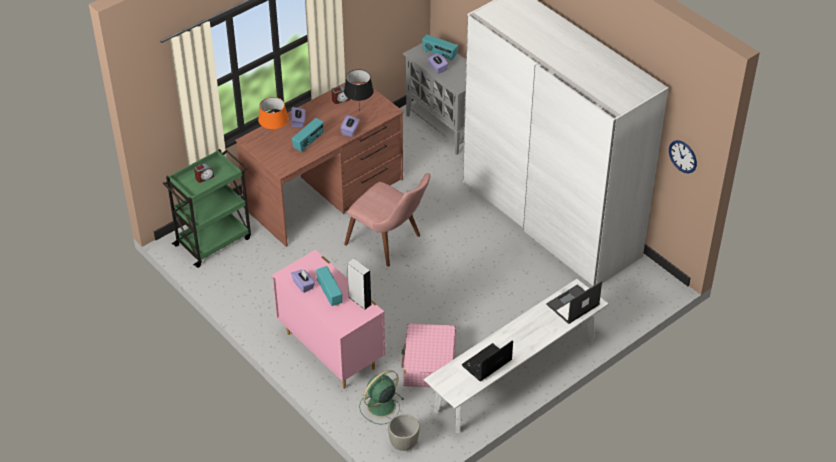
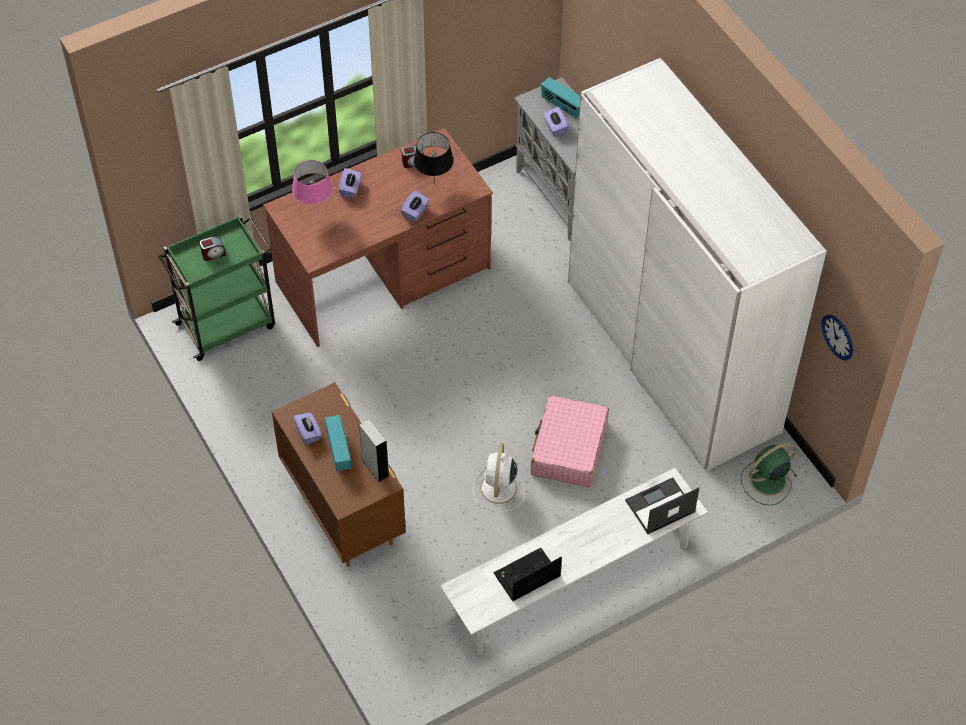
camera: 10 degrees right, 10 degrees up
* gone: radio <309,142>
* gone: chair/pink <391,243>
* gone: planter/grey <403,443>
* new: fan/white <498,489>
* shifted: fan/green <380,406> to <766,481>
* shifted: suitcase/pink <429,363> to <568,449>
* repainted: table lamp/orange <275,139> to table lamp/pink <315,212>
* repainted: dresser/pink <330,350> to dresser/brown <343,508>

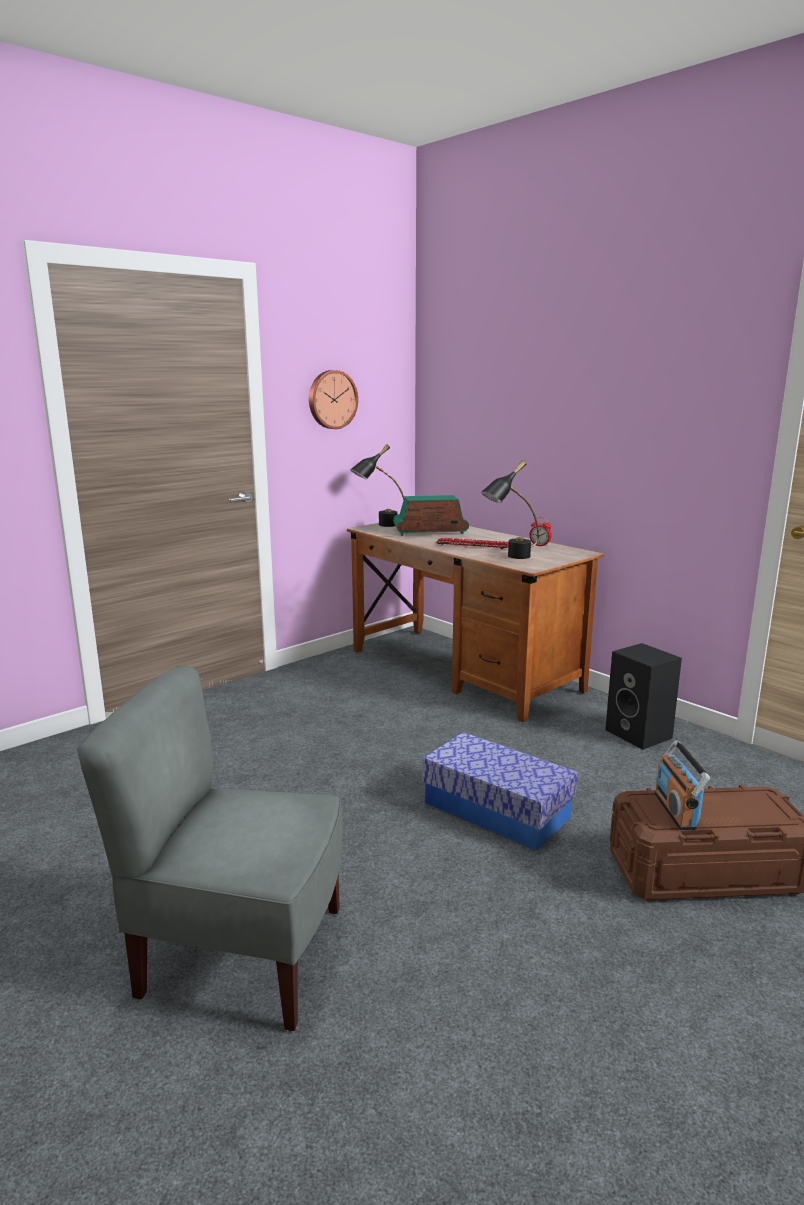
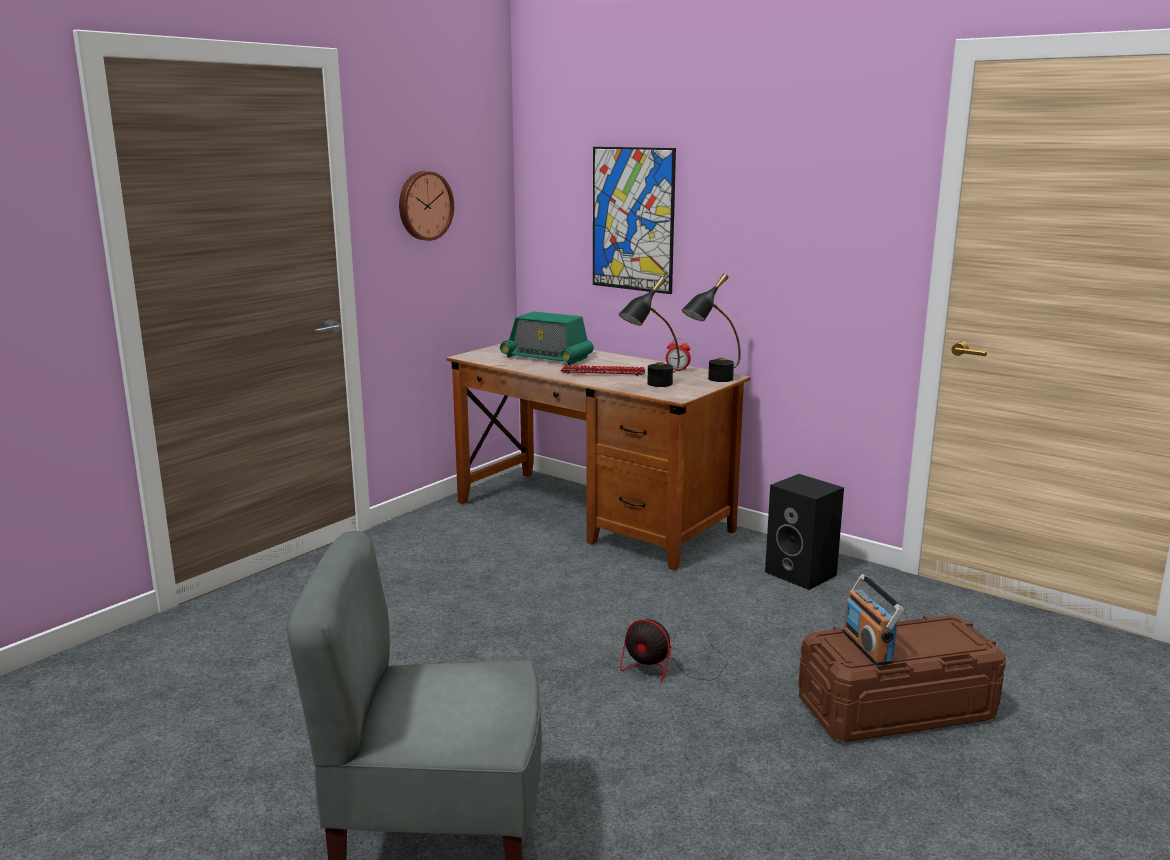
camera: 10 degrees left, 0 degrees up
* new: picture <633,219>
* shifted: table lamp/black <379,525> to <712,381>
* swapped: storage box <496,810> to fan <670,667>
* rotated: radio <430,531> = <547,357> 135 degrees counterclockwise

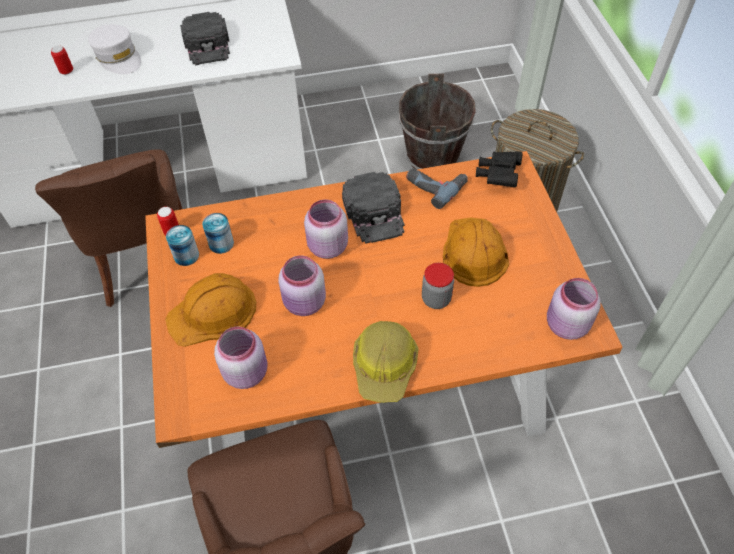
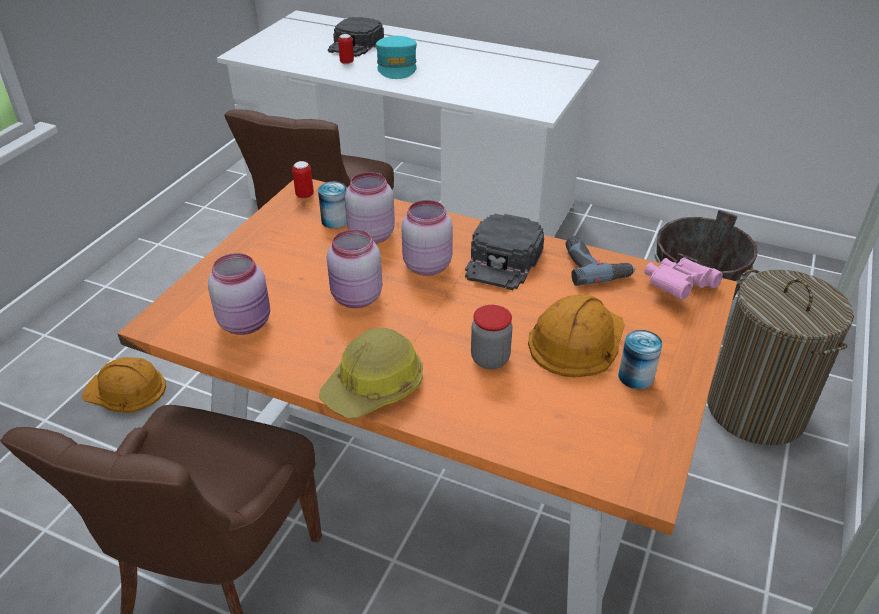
camera: 35 degrees right, 15 degrees down
* shifted: hard hat/orange <213,313> to <126,389>
* shifted: can <186,255> to <636,376>
* shifted: cap/black <208,44> to <356,44>
* shifted: jar/pink <565,325> to <370,235>
* repainted: cap/white <118,57> to cap/turquoise <397,66>
* repainted: binoculars/black <498,175> to binoculars/pink <677,288>

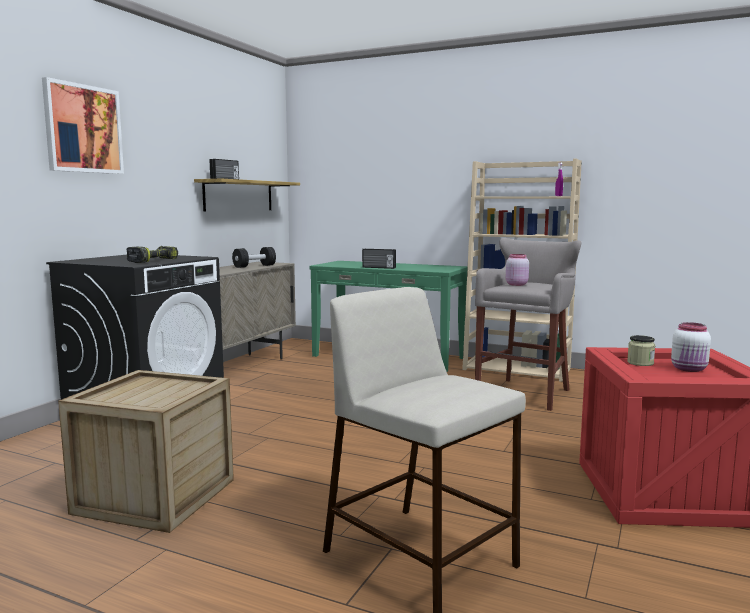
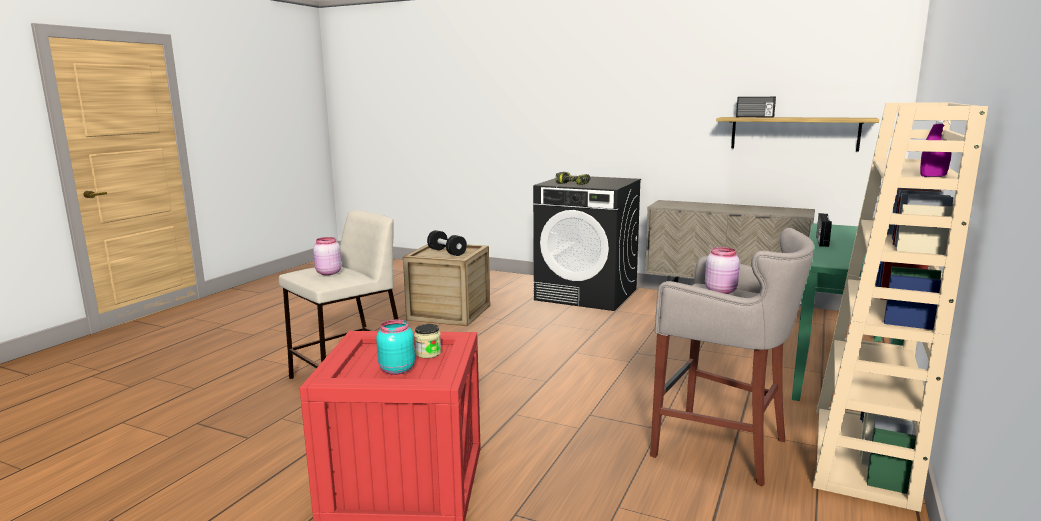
camera: 90 degrees right, 5 degrees up
* gone: picture <83,129>
* new: jar/pink <328,273>
* shifted: dumbbell/black <254,266> to <447,252>
* repainted: jar/white <689,369> to jar/turquoise <396,370>

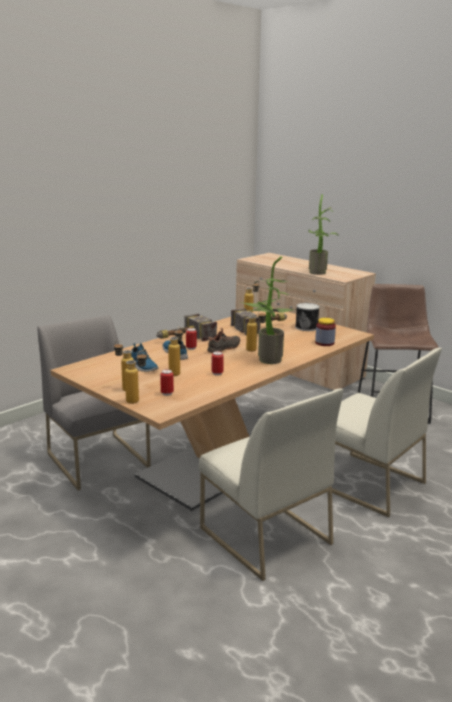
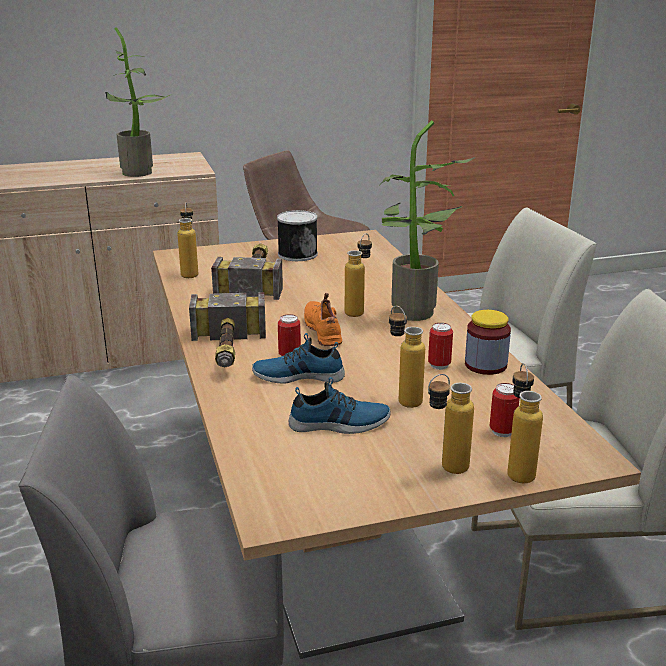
camera: 60 degrees left, 5 degrees up
* shifted: jar <324,343> to <485,365>
* repainted: shoe/black <224,348> to shoe/orange <324,330>

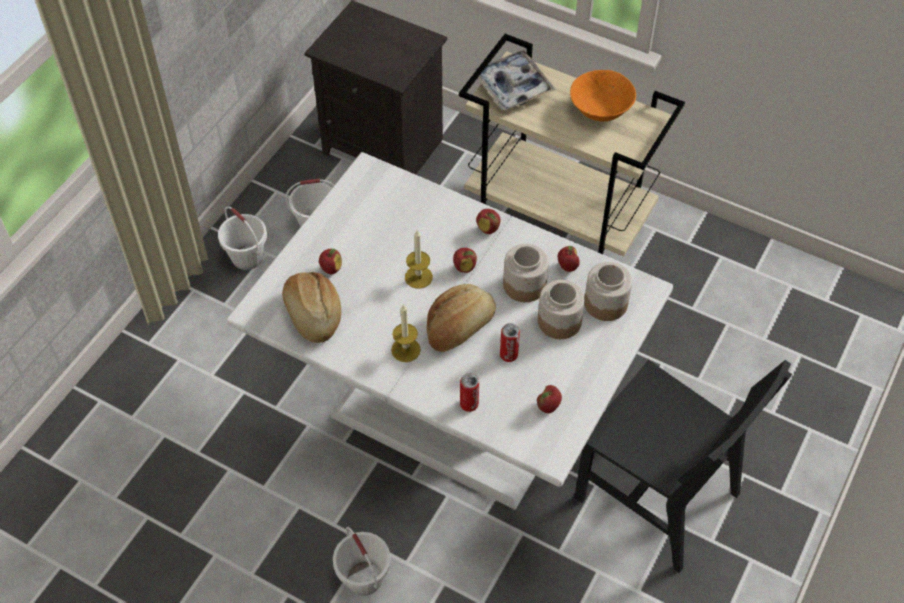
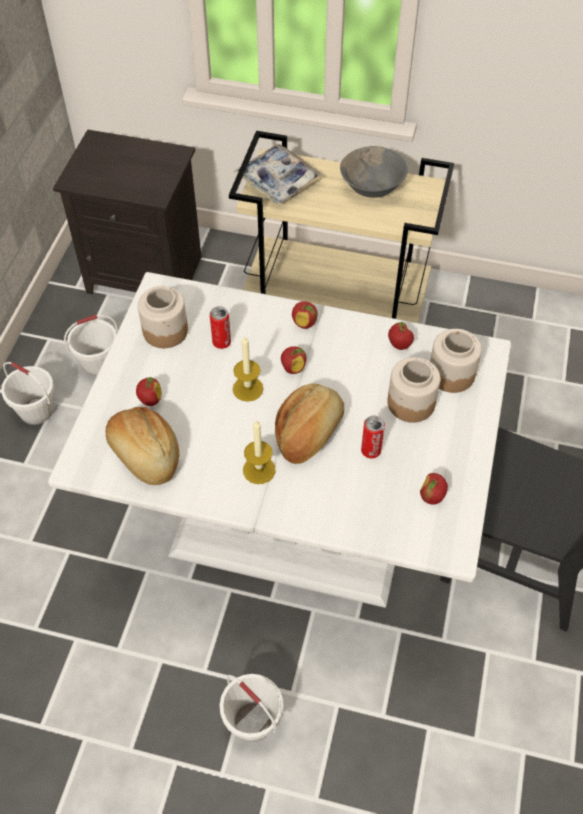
camera: 15 degrees left, 0 degrees up
* shifted: can <469,404> to <221,342>
* shifted: jar <525,285> to <166,331>
* repainted: bowl/orange <601,109> to bowl/grey <373,186>

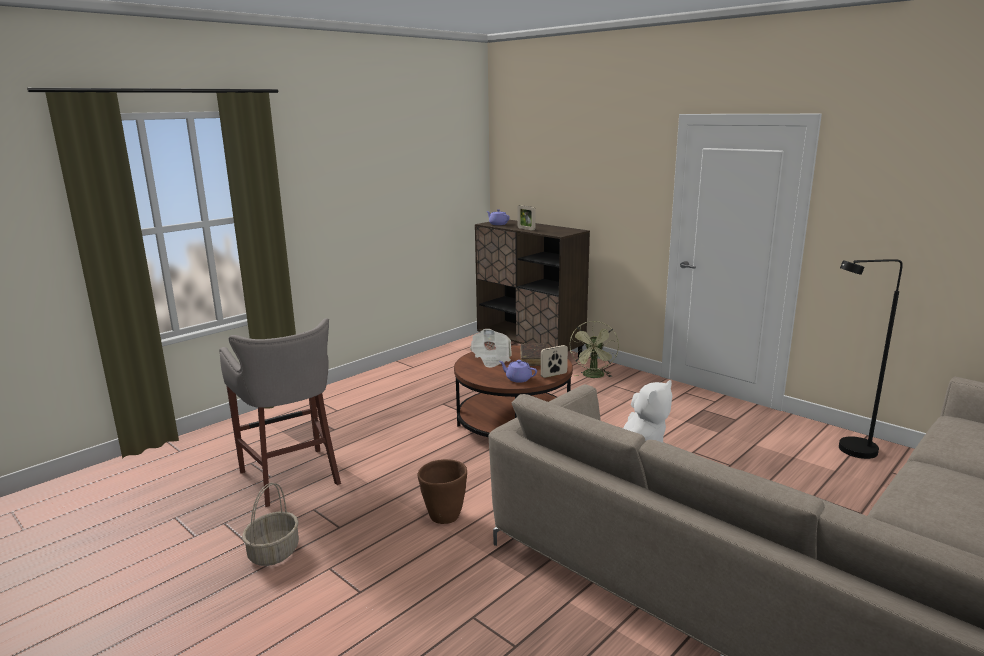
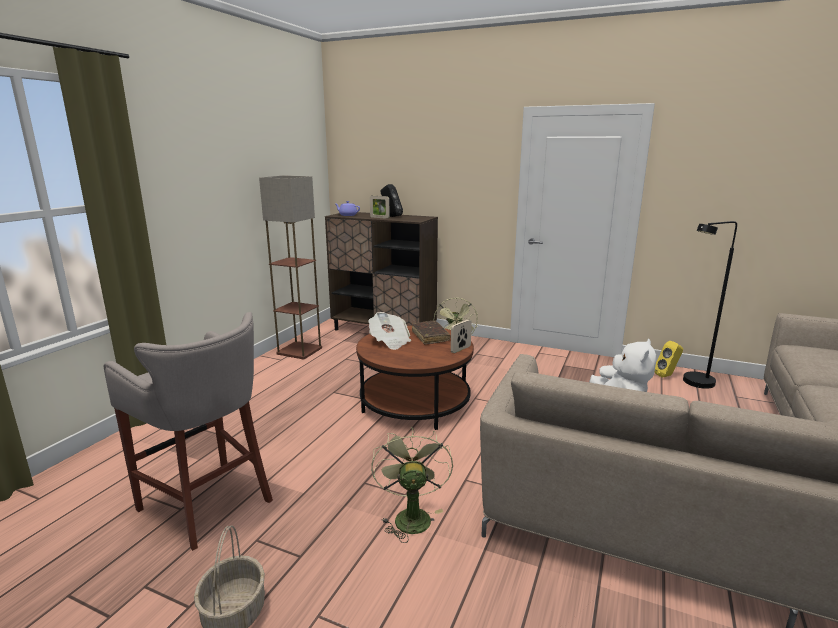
camera: 20 degrees left, 0 degrees up
* gone: teapot/purple <518,379>
* new: floor lamp <300,350>
* new: speaker/black <391,216>
* new: speaker/yellow <667,376>
* swapped: planter/brown <444,516> to fan/green <410,515>

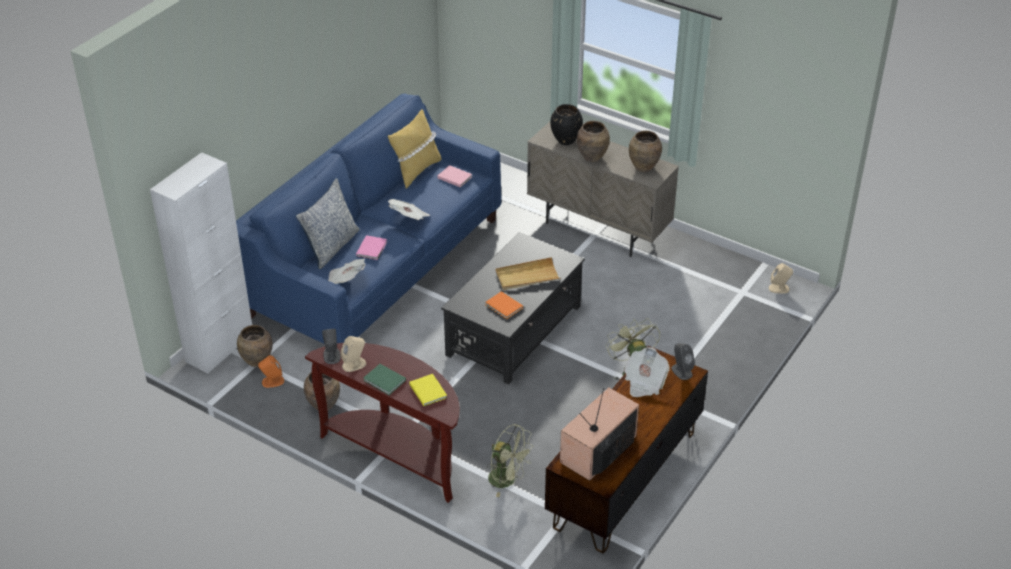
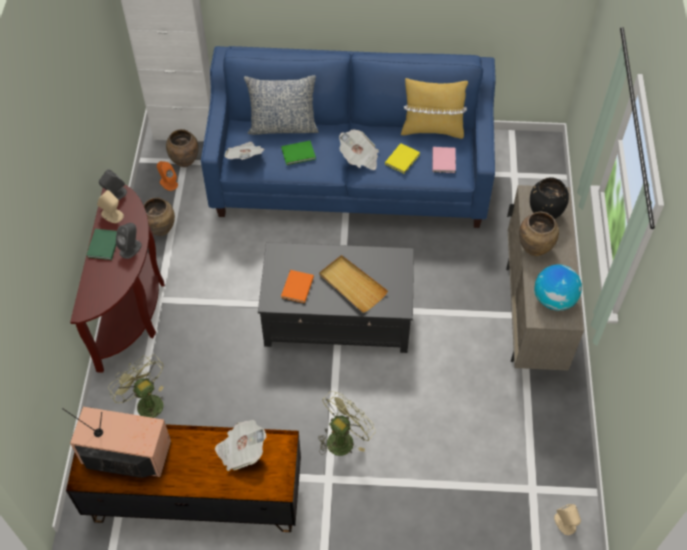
camera: 60 degrees right, 15 degrees up
* shifted: book/yellow <428,390> to <403,159>
* shifted: speaker/grey <681,371> to <130,248>
* swapped: vase/brown <643,167> to globe <554,299>
* repainted: book/pink <372,248> to book/green <299,154>
* rotated: fan/green <507,480> = <145,403> 135 degrees clockwise

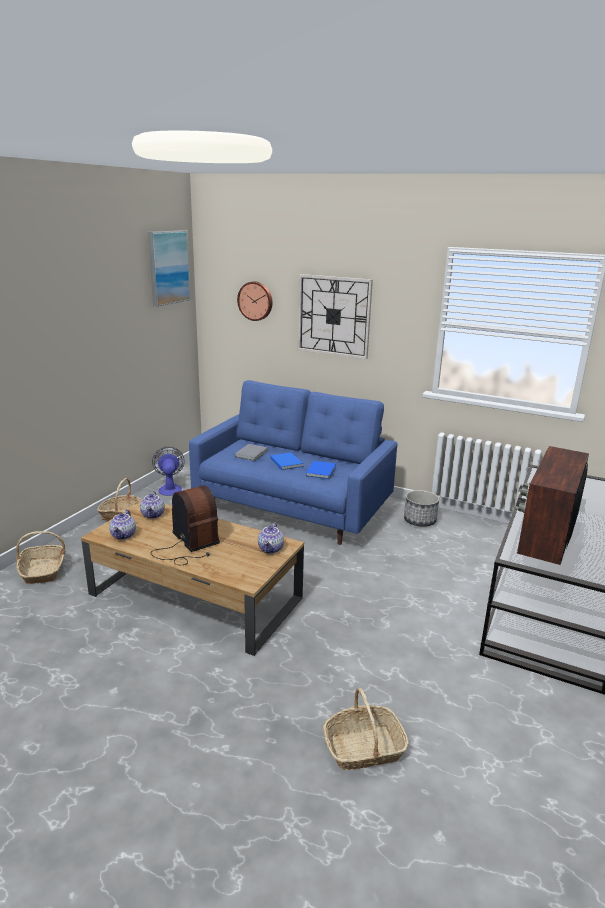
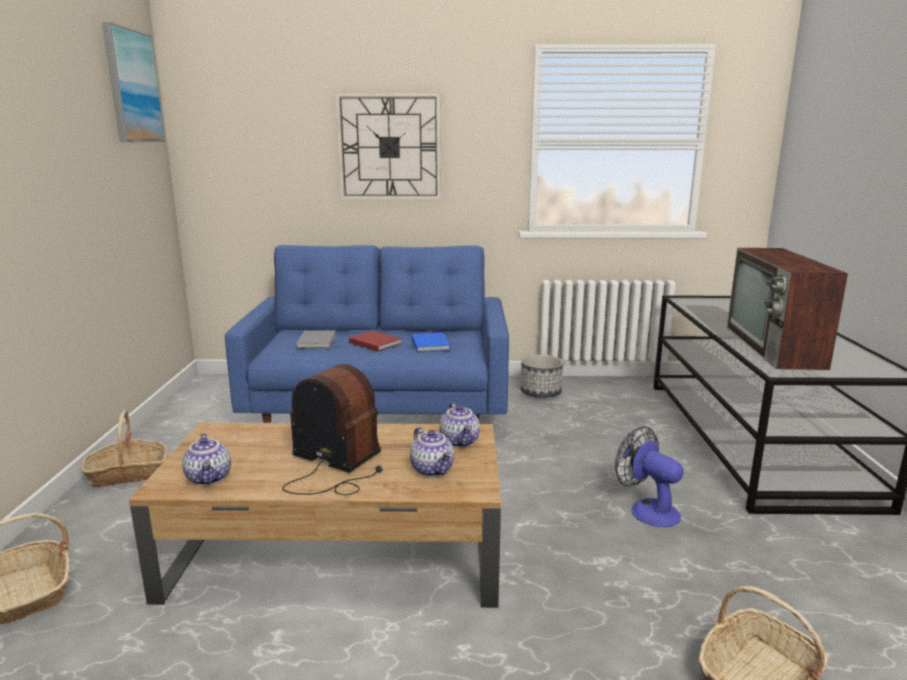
camera: 25 degrees left, 5 degrees down
* gone: wall clock <255,301>
* shifted: teapot <153,515> to <433,469>
* shifted: fan <170,488> to <647,509>
* repainted: book/blue <286,462> to book/red <375,342>

